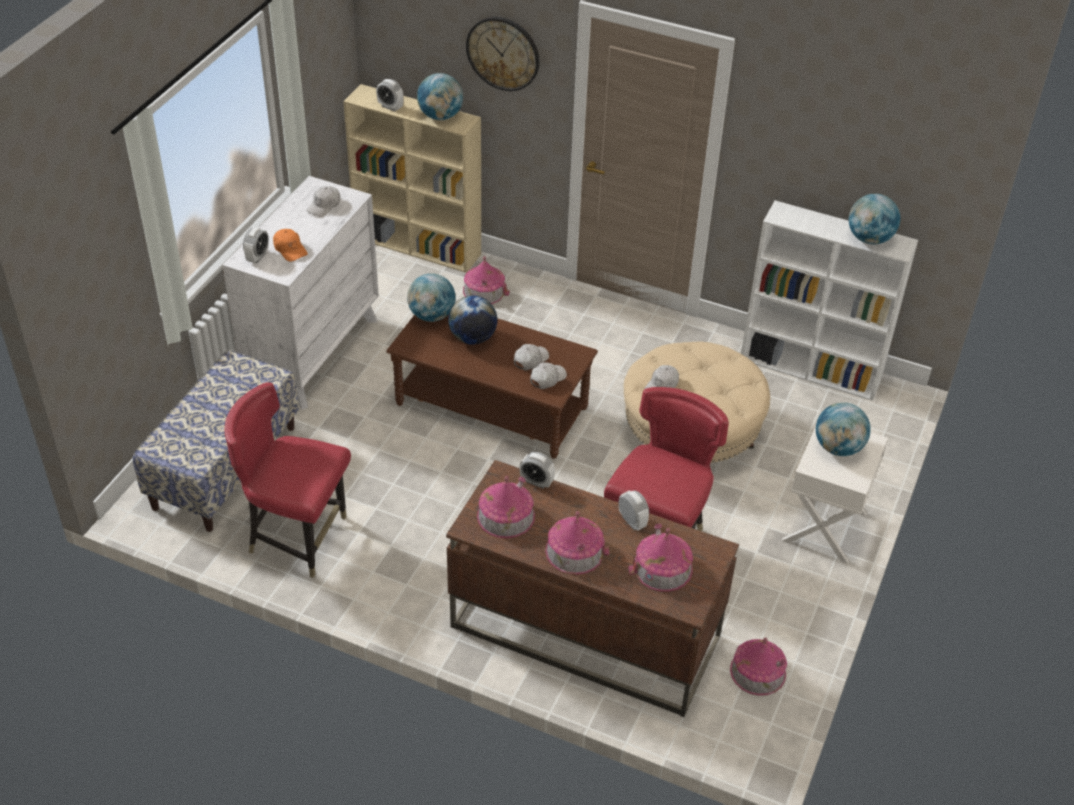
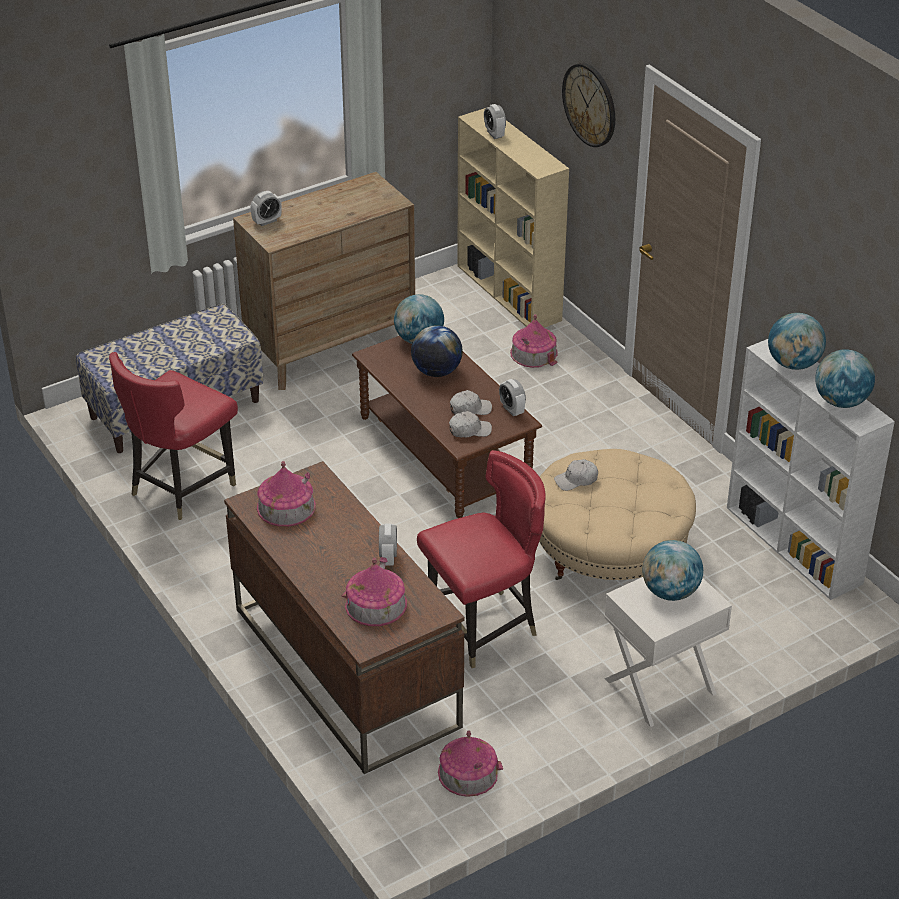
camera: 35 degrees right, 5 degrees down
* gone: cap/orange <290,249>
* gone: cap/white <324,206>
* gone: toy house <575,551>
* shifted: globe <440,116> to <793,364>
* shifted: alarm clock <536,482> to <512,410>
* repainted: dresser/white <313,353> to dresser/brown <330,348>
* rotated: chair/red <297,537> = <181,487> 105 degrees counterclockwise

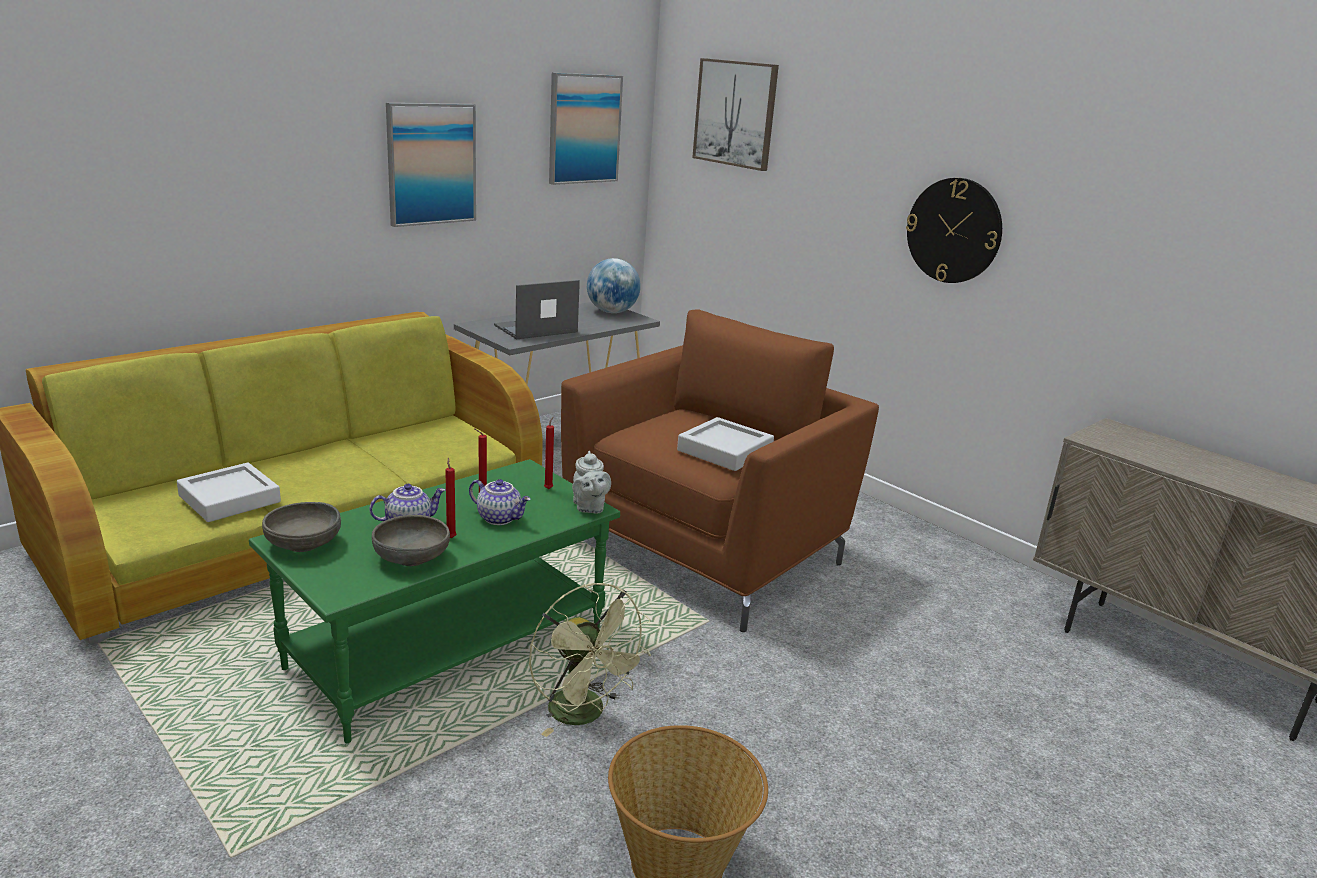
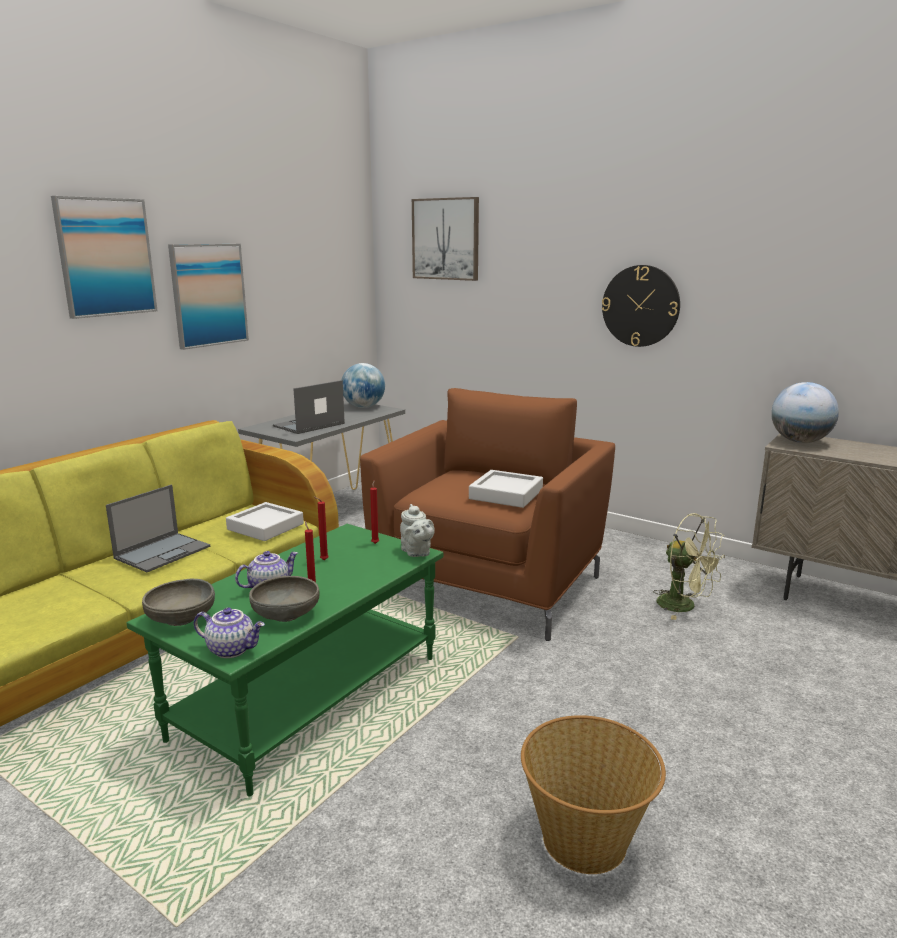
camera: 10 degrees left, 5 degrees down
* new: laptop <163,552>
* new: globe <800,441>
* shifted: tray/grey <229,499> to <265,527>
* shifted: teapot <500,518> to <232,649>
* shifted: fan/green <585,715> to <684,606>
* shifted: picture <584,129> to <105,257>

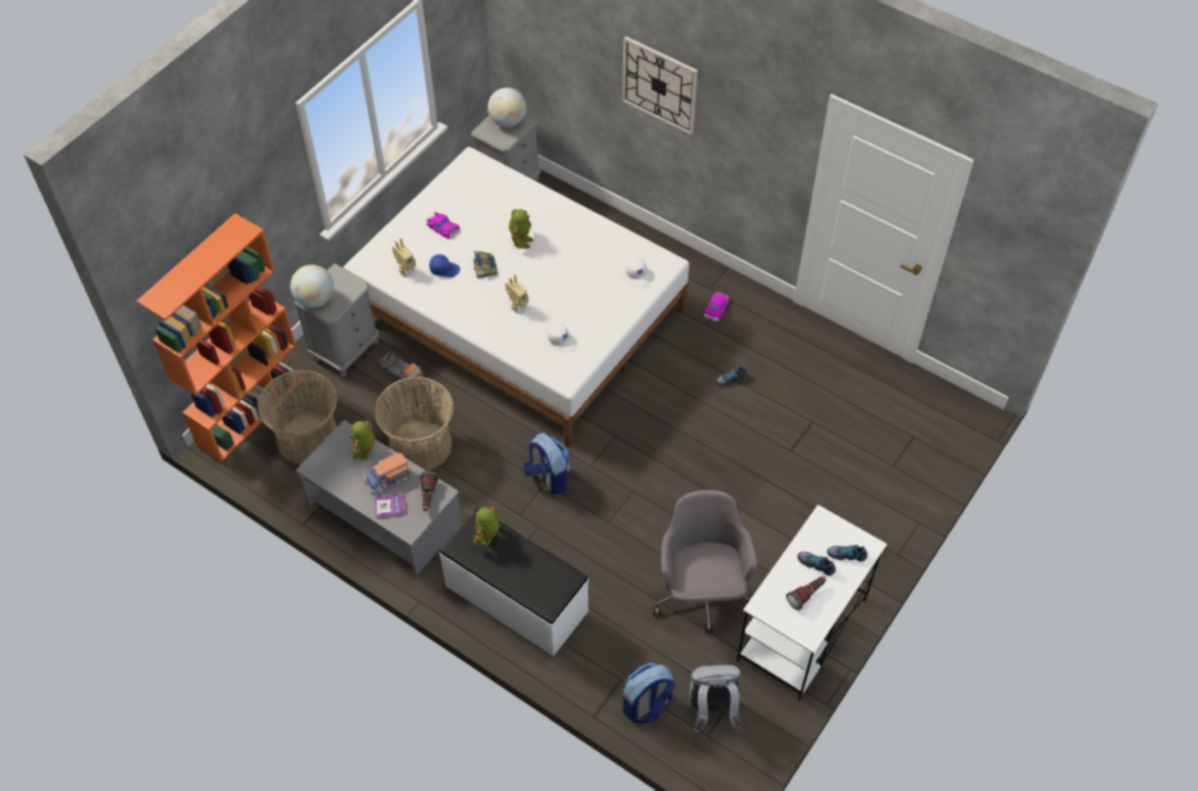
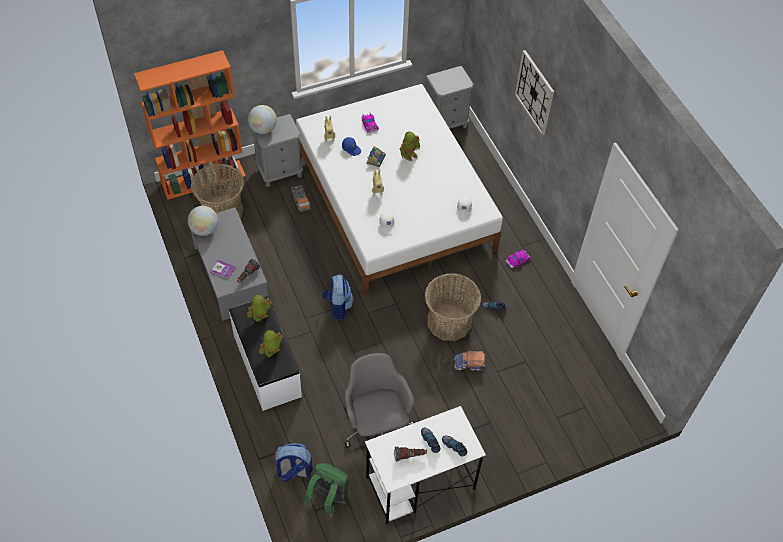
camera: 30 degrees right, 0 degrees up
* shifted: toy robot <365,451> to <272,351>
* shifted: toy truck <388,478> to <469,364>
* shifted: basket <420,445> to <449,322>
* shifted: globe <508,121> to <204,229>
* repainted: backpack/grey <712,711> to backpack/green <328,498>
* rotated: office chair/grey <702,593> = <376,425> 45 degrees counterclockwise

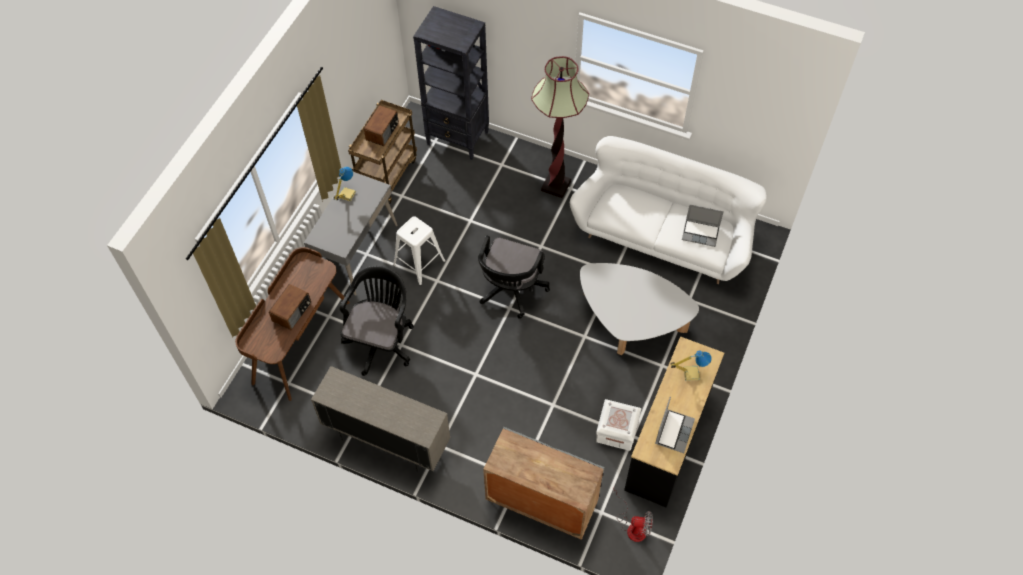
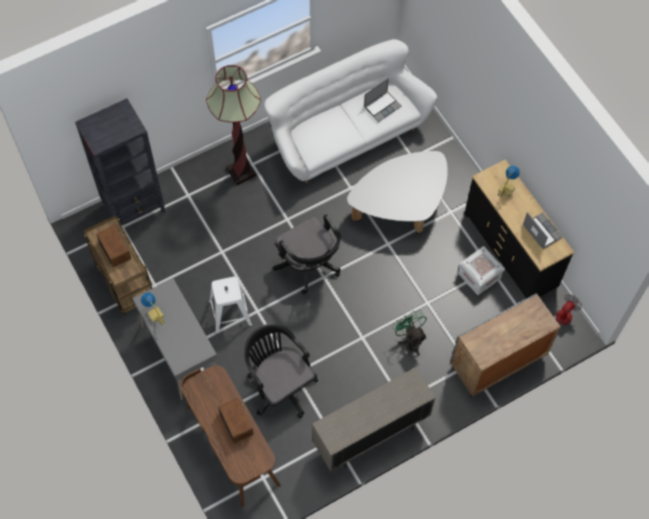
camera: 55 degrees left, 5 degrees up
* new: fan/green <410,340>

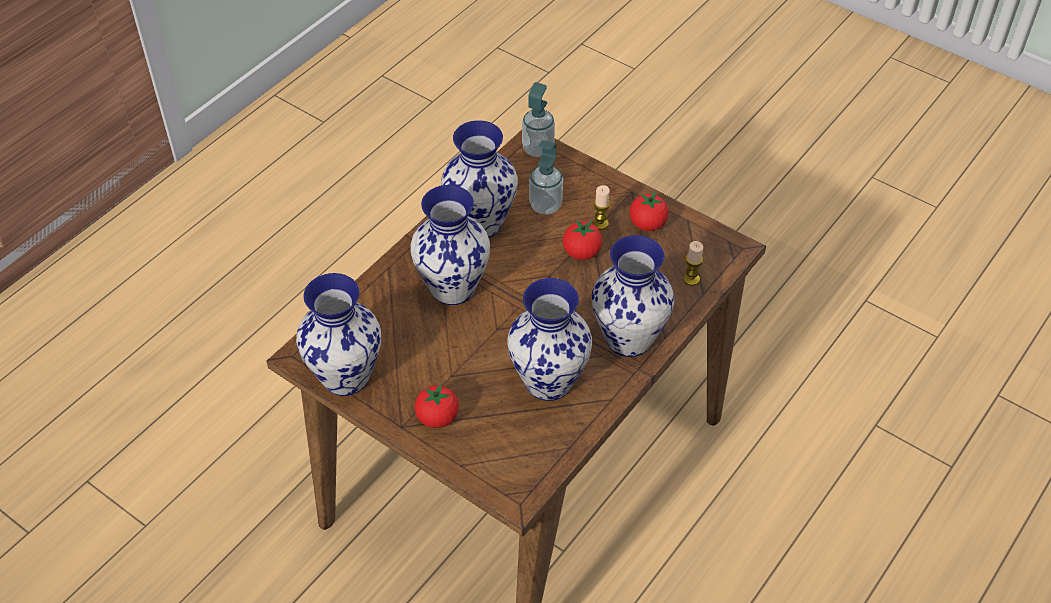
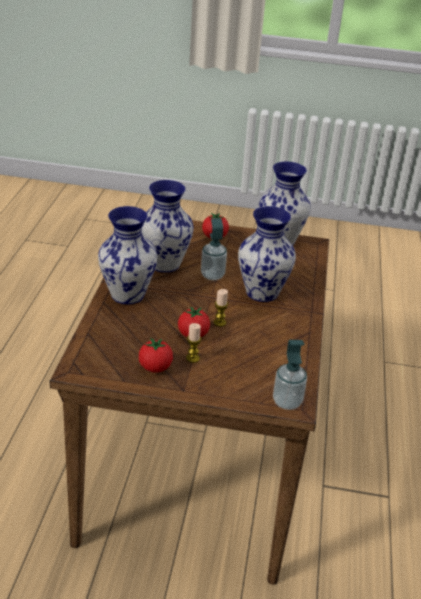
camera: 150 degrees right, 15 degrees down
* gone: vase <482,222>
* shifted: soap dispenser <545,205> to <212,275>
* shifted: candle <691,279> to <219,322>

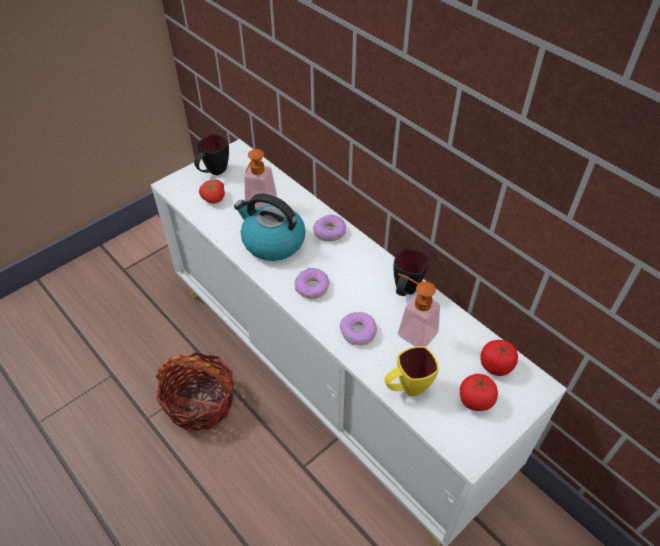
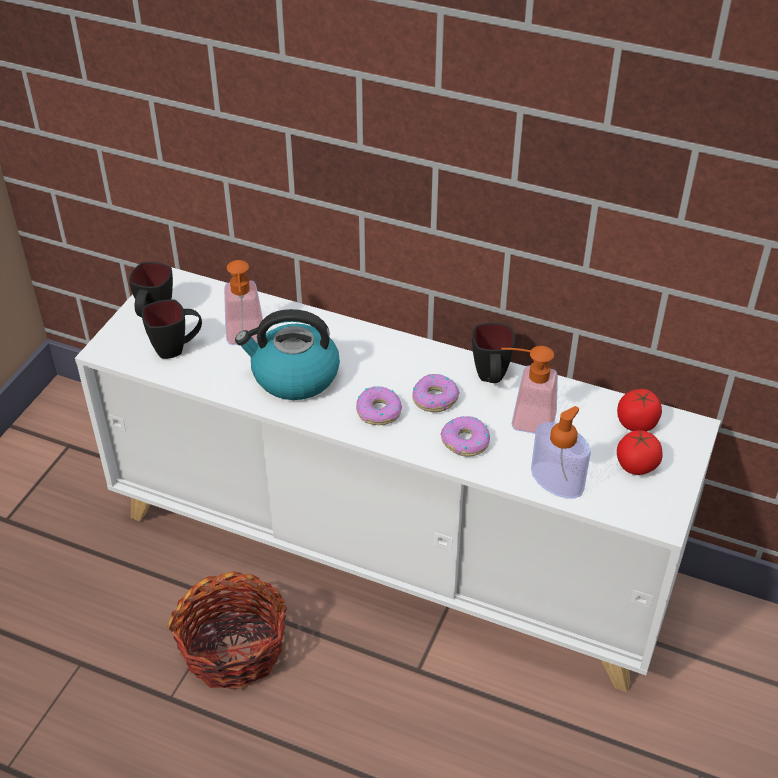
camera: 25 degrees left, 5 degrees down
* shifted: donut <329,232> to <434,398>
* swapped: tomato <213,198> to mug/black <177,348>
* swapped: mug/yellow <406,388> to soap dispenser <557,480>

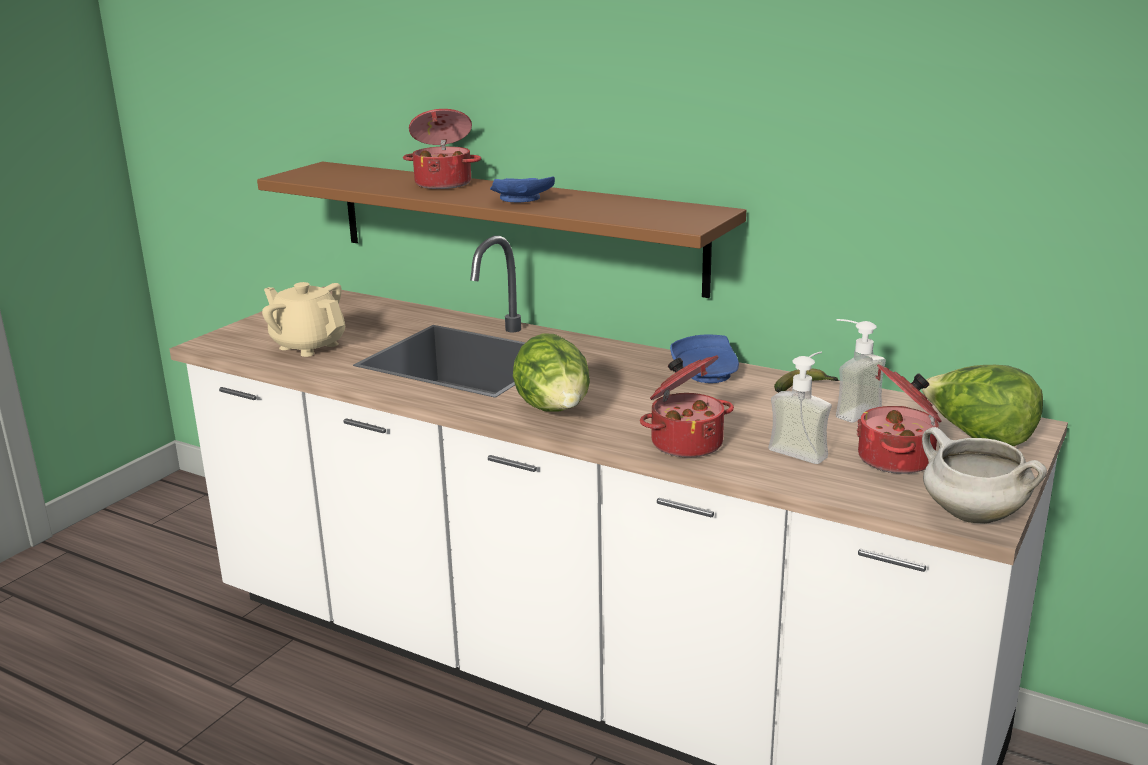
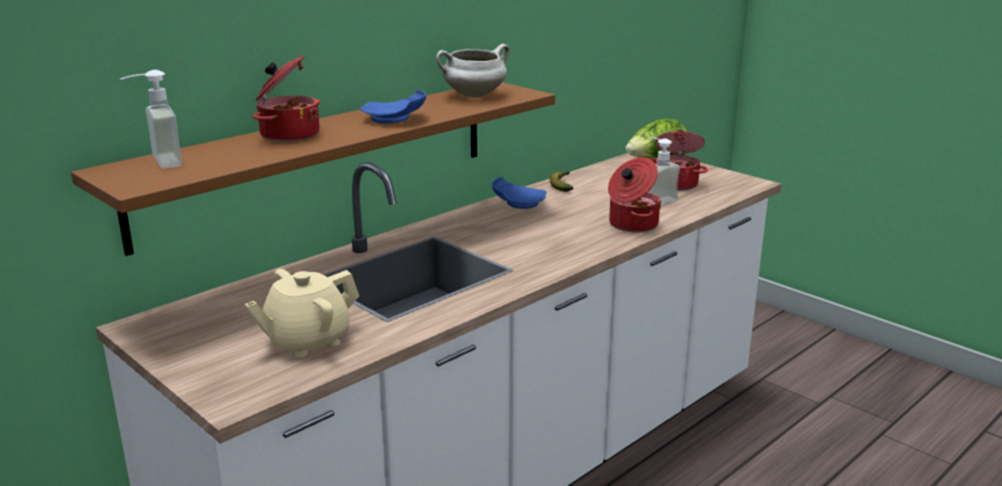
camera: 75 degrees left, 0 degrees up
* gone: lettuce <555,411>
* shifted: soap dispenser <849,410> to <156,162>
* shifted: cooking pot/white <971,515> to <473,96>

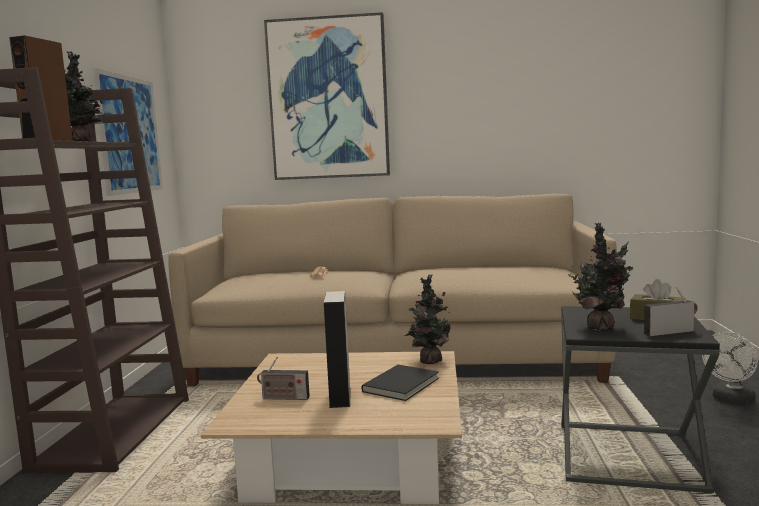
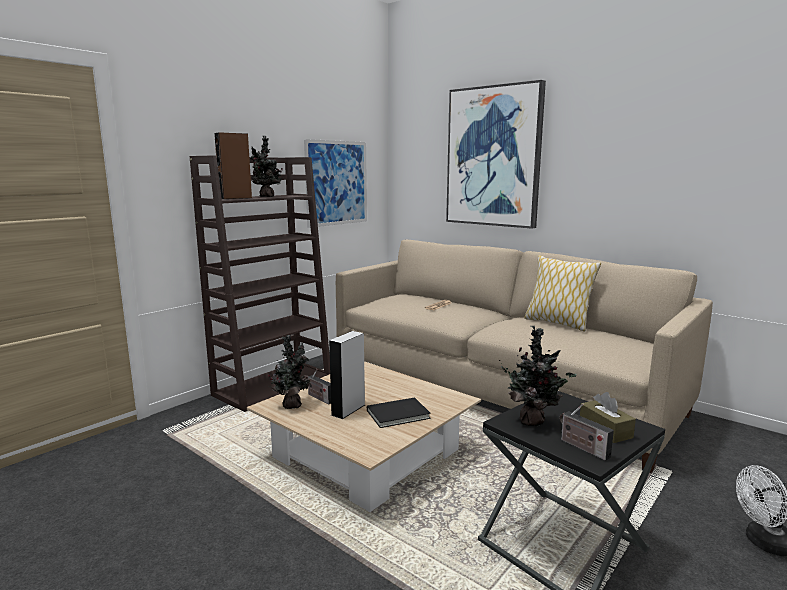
camera: 35 degrees right, 5 degrees up
* new: pillow <557,323>
* shifted: potted plant <428,361> to <291,405>
* rotated: radio <670,332> = <582,448> 150 degrees counterclockwise

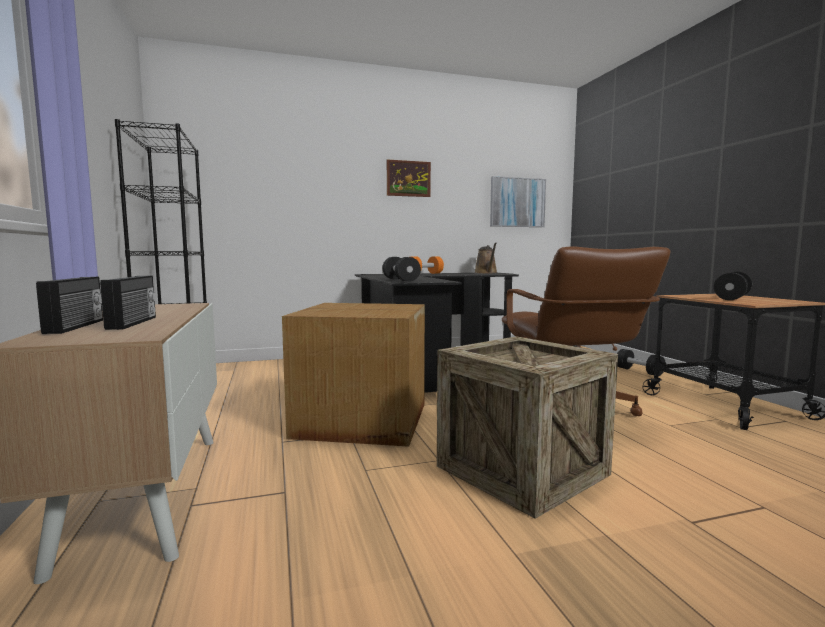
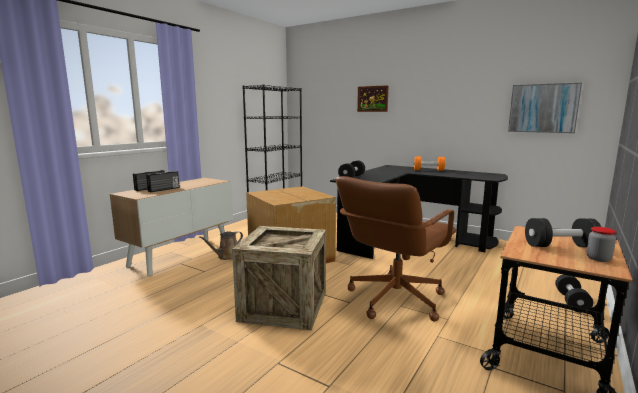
camera: 50 degrees right, 5 degrees up
* new: jar <598,258>
* shifted: picture <408,178> to <372,99>
* shifted: watering can/brown <486,273> to <227,256>

